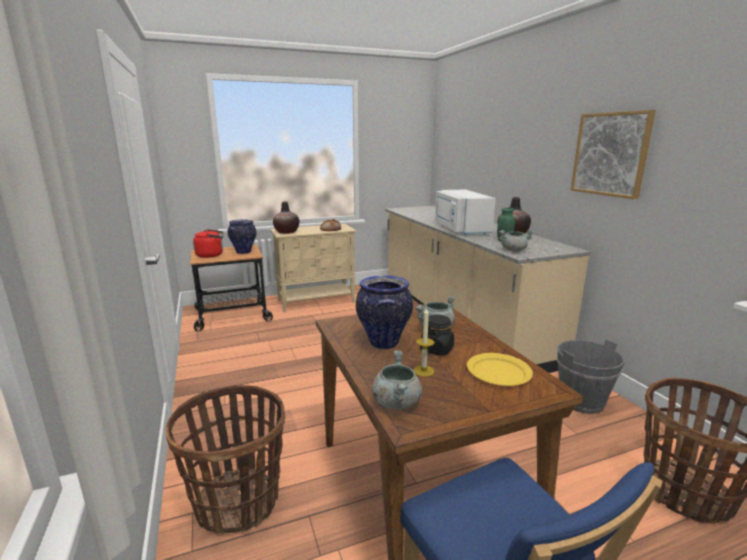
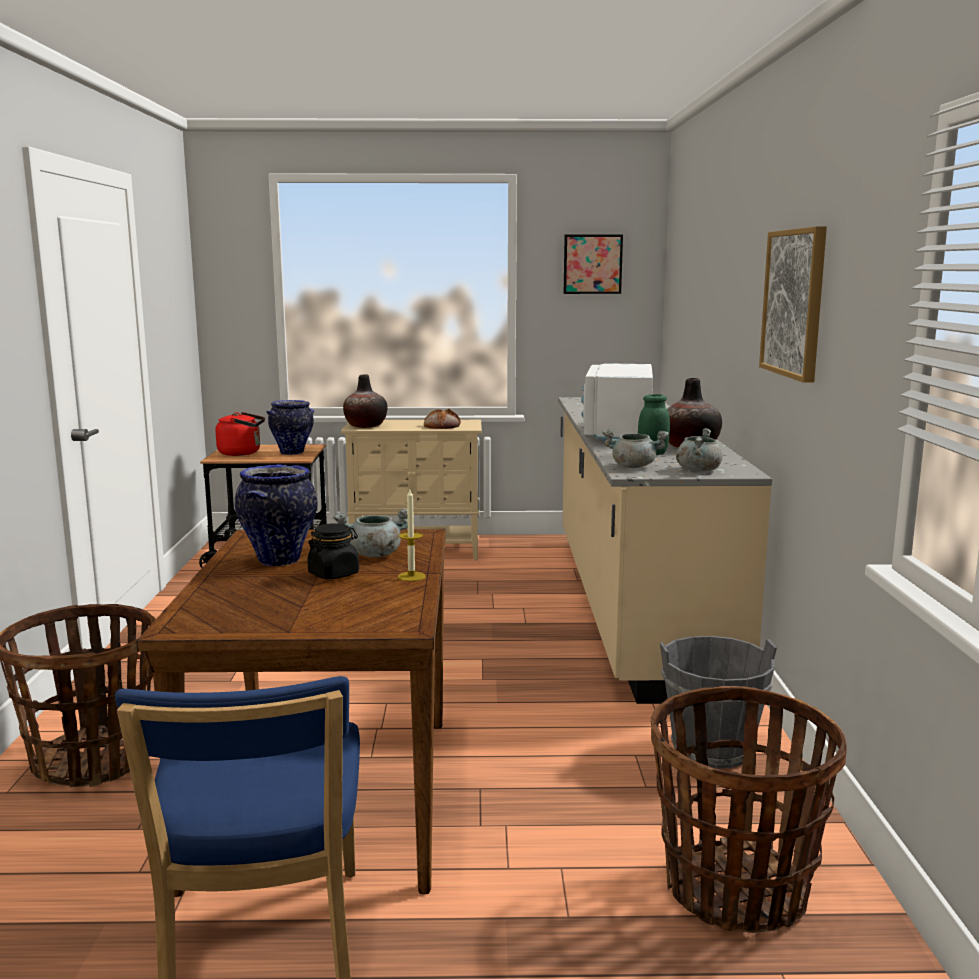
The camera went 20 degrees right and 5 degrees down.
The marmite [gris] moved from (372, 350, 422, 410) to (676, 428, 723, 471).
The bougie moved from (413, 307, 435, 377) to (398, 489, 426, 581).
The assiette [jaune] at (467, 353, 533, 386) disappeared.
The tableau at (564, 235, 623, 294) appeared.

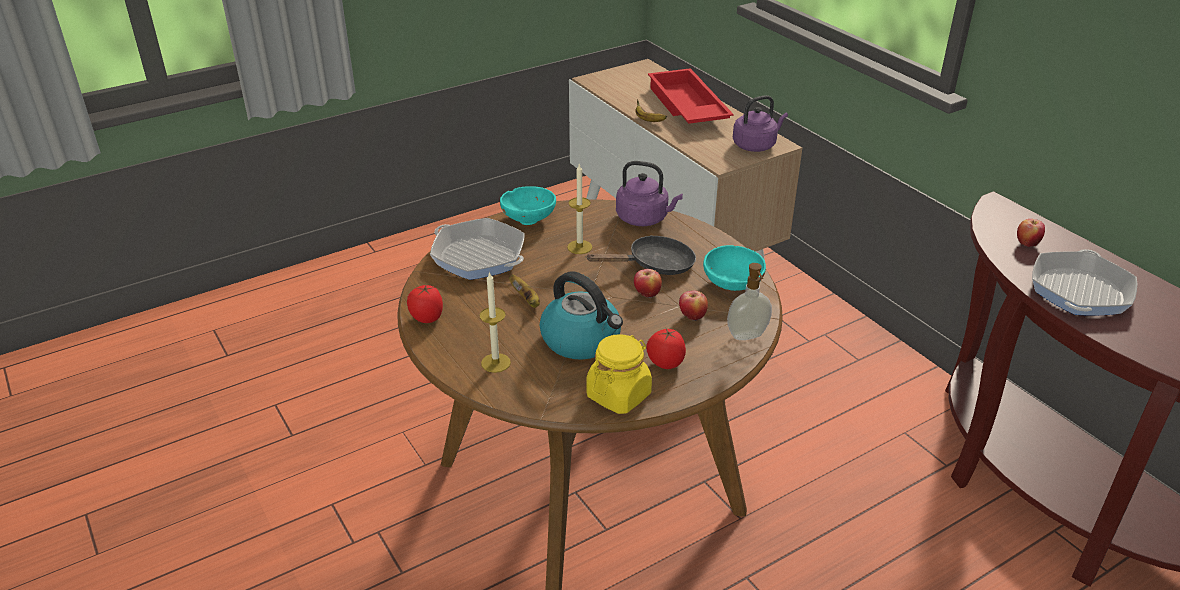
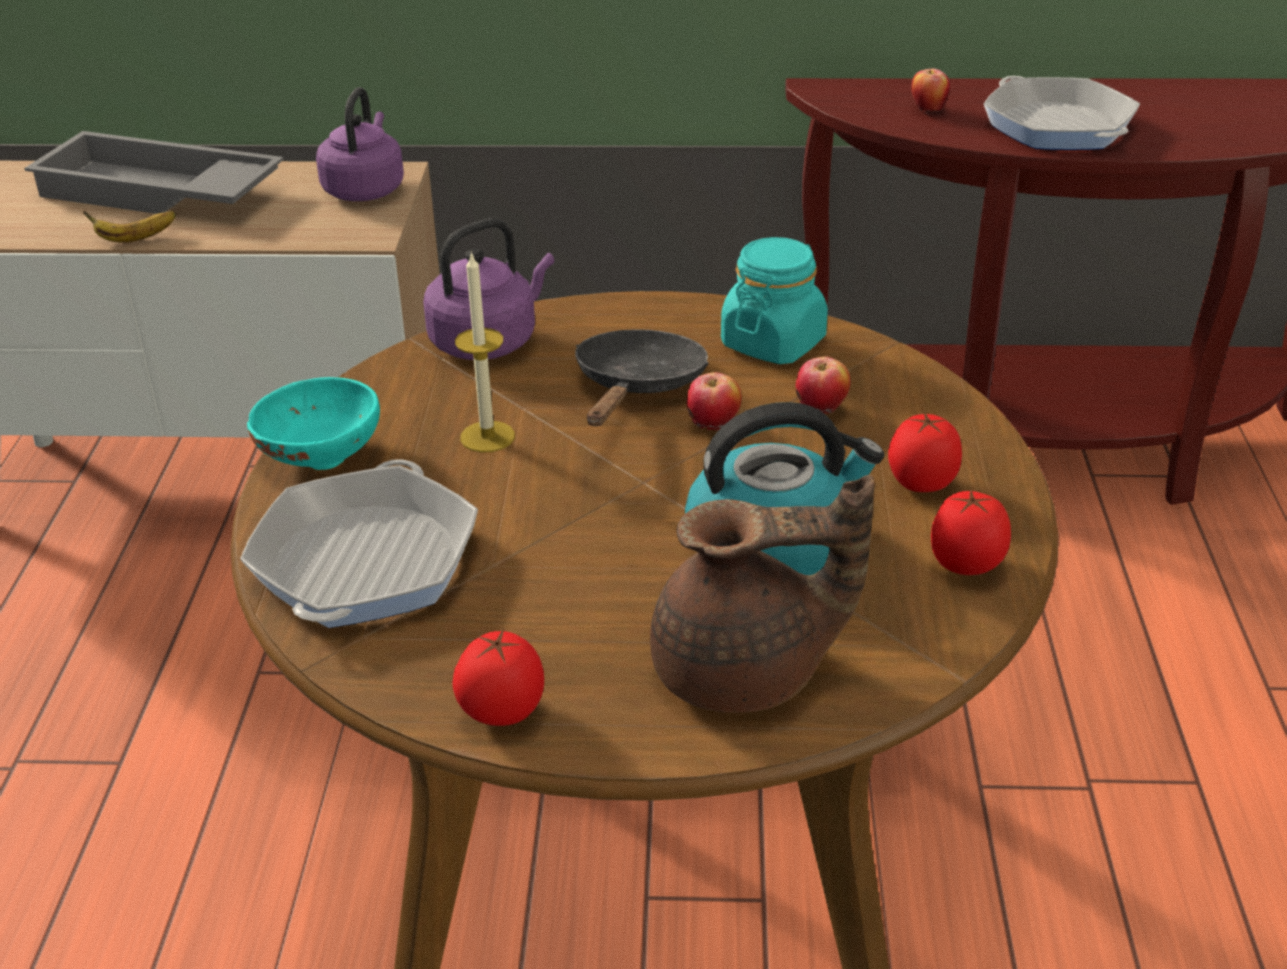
The camera went 55 degrees left and 0 degrees up.
The poêle at (430, 218, 525, 280) turned 60 degrees counterclockwise.
The bougie at (480, 271, 511, 373) was replaced by the théière [marron] at (650, 474, 874, 713).
The banane at (509, 275, 540, 308) disappeared.
The bocal [jaune] at (587, 334, 652, 414) was replaced by the tomate at (931, 489, 1011, 575).
The plateau [rouge] at (648, 68, 734, 124) became the plateau [gris] at (24, 131, 284, 214).
The bol [turquoise] at (703, 245, 766, 291) was replaced by the bocal [turquoise] at (721, 237, 828, 364).
The distributeur de savon at (727, 263, 772, 340) disappeared.

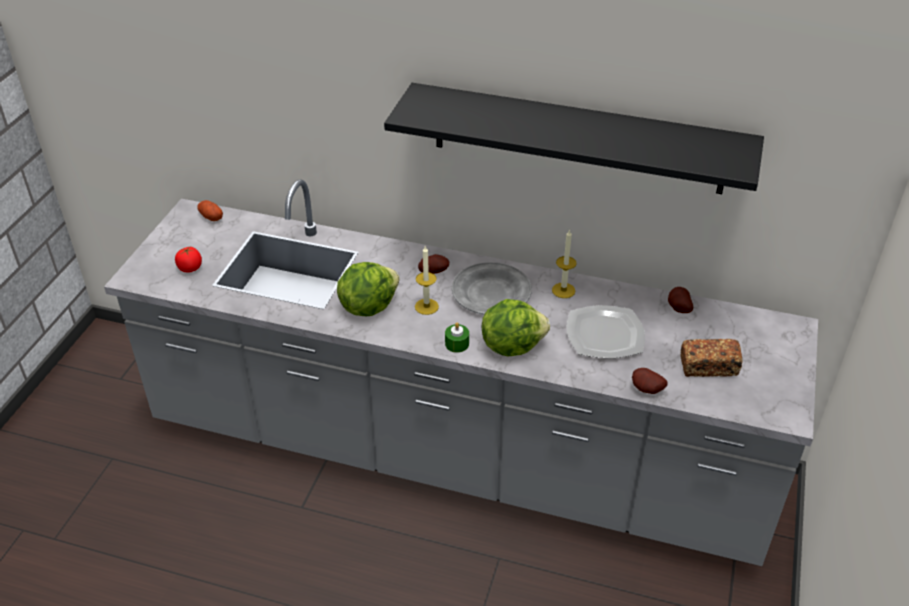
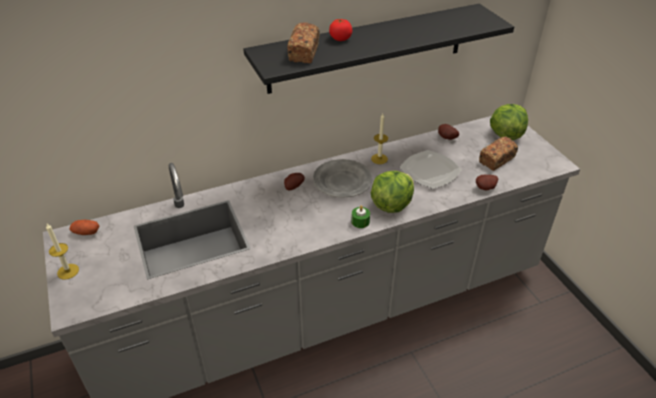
The camera went 40 degrees left and 0 degrees up.
The tomate moved from (175, 247, 202, 273) to (329, 19, 352, 41).
The laitue moved from (337, 262, 400, 316) to (490, 104, 528, 140).
The bougie moved from (415, 246, 439, 315) to (46, 224, 79, 280).
The pain at (287, 22, 320, 63) appeared.

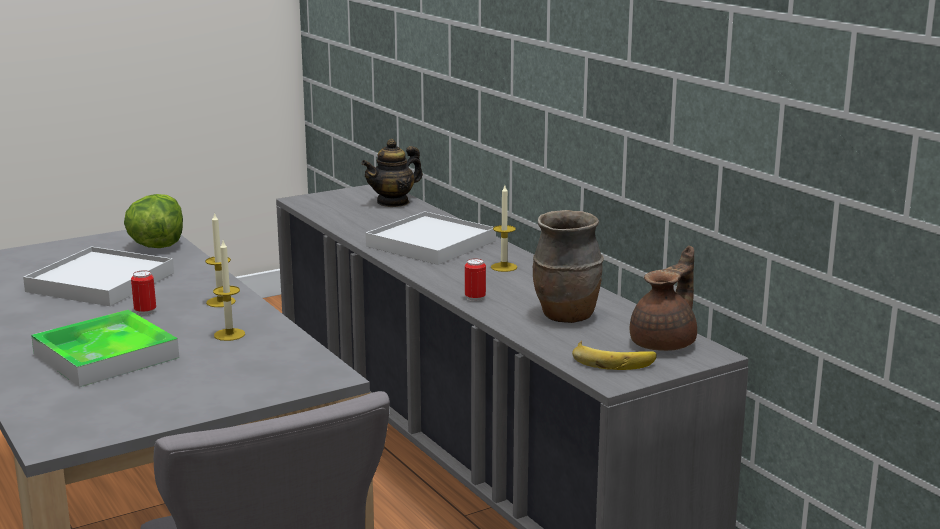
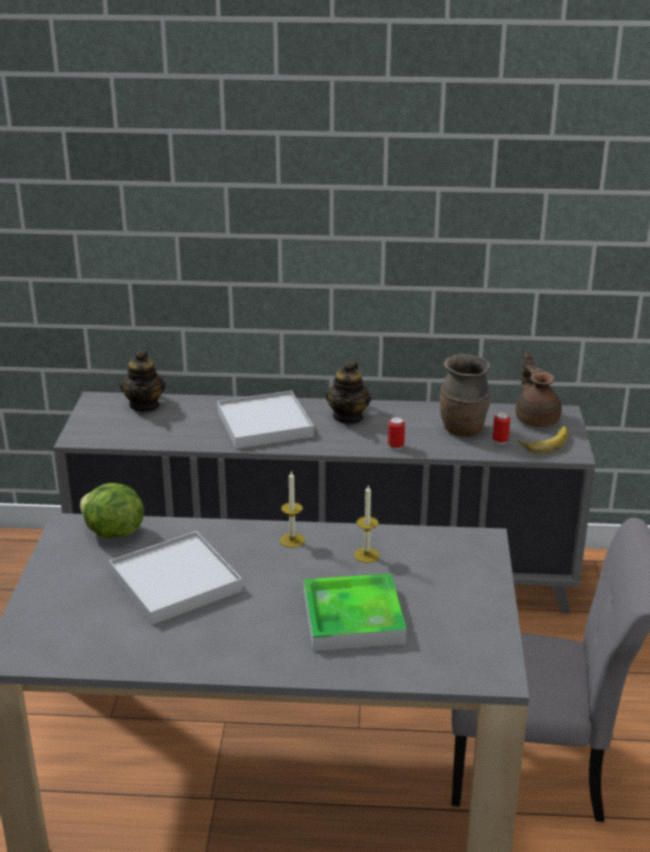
The camera went 55 degrees left and 10 degrees up.
The boîte métallique moved from (131, 270, 156, 315) to (492, 412, 510, 445).
The bougie at (491, 186, 517, 272) was replaced by the théière at (325, 361, 371, 424).

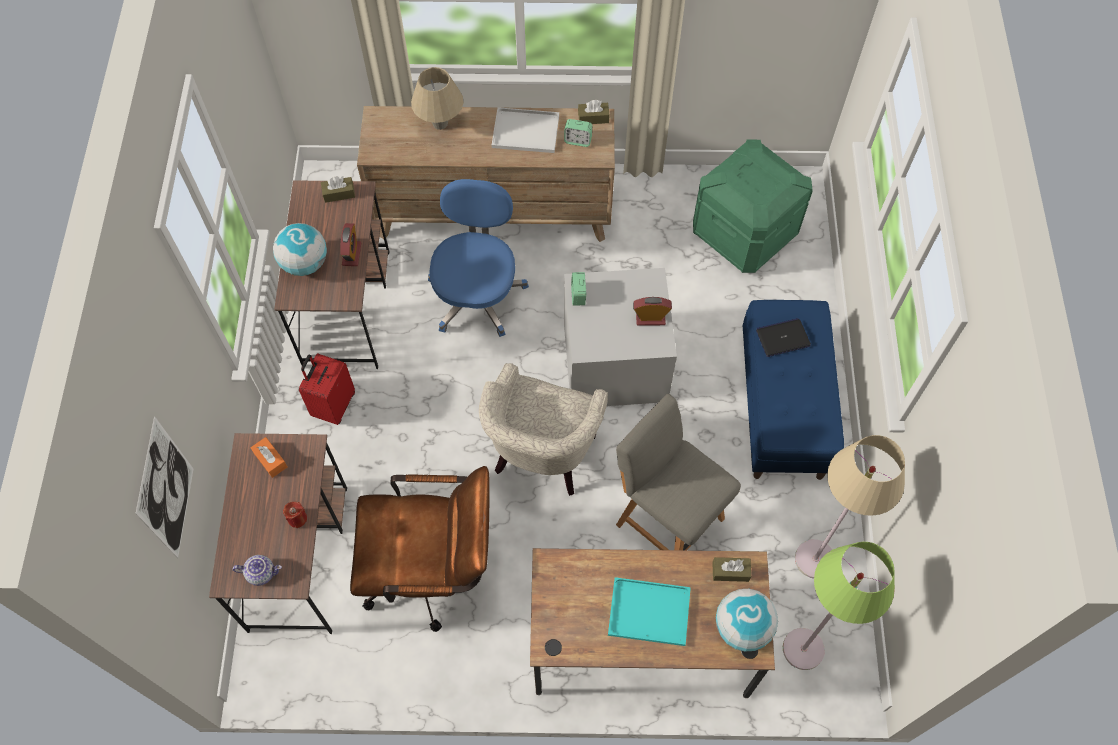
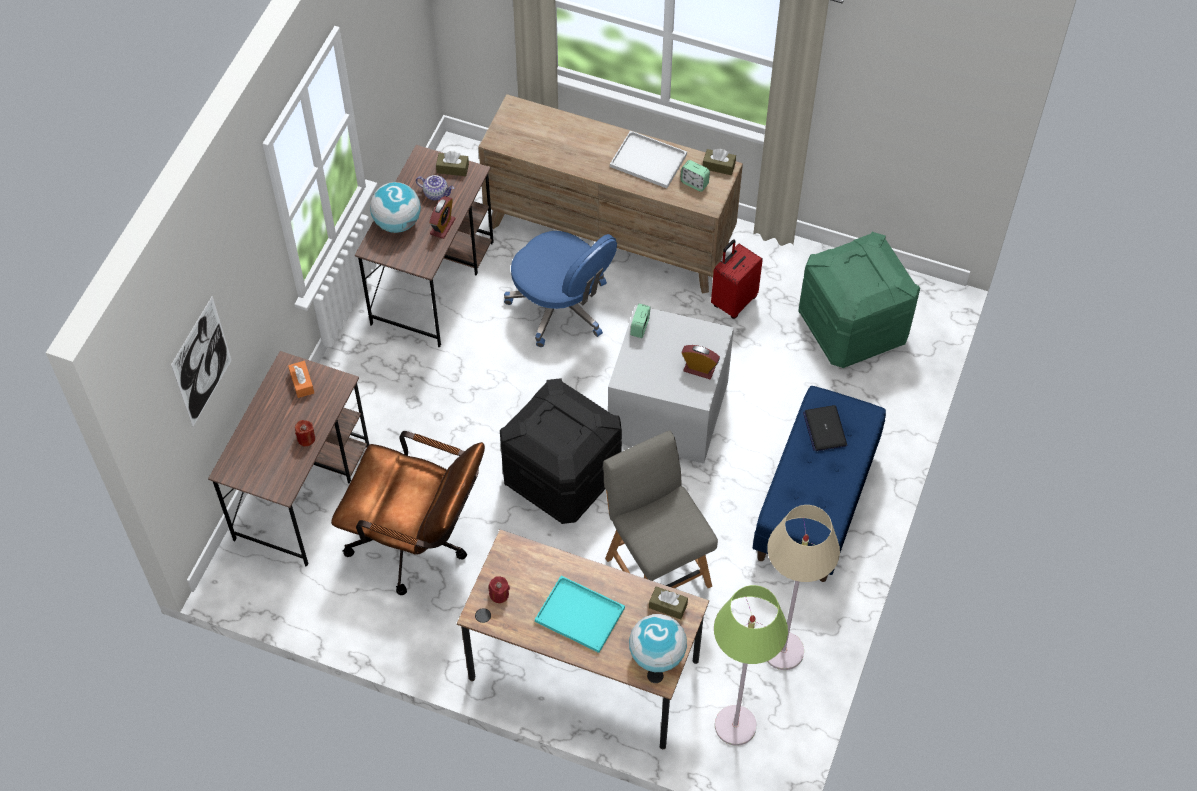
The camera went 20 degrees right and 5 degrees down.
The théière moved from (233, 555, 282, 586) to (416, 175, 454, 200).
The valise [rouge] moved from (299, 353, 355, 425) to (711, 239, 763, 319).
The lampe de table [beige] at (411, 67, 464, 130) disappeared.
The chaise de bureau [bleu] at (428, 179, 529, 337) turned 105 degrees clockwise.
The fauteuil [beige] at (479, 363, 608, 496) was replaced by the boîte de rangement [noir] at (500, 378, 622, 524).
The ordinateur portable at (756, 318, 811, 357) turned 105 degrees counterclockwise.
The bougie [rouge] at (489, 576, 510, 603) appeared.

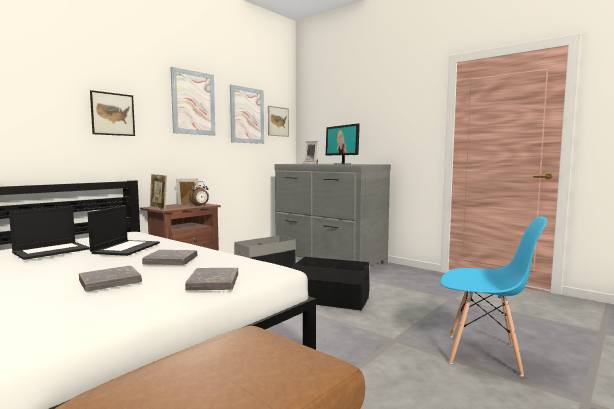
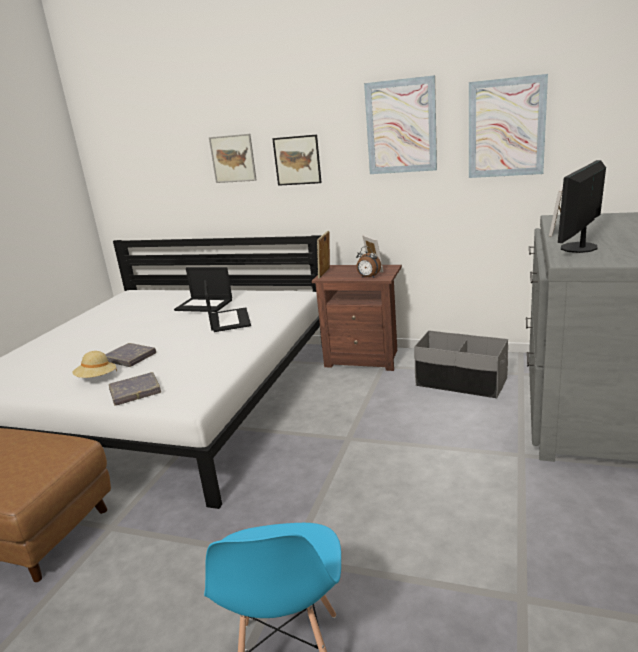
The camera went 70 degrees right and 15 degrees up.
The ordinateur portable at (88, 206, 160, 256) turned 90 degrees counterclockwise.
The livre [gris] at (142, 250, 197, 265) disappeared.
The tableau moved from (268, 106, 289, 137) to (209, 134, 257, 183).
The boîte de rangement [noir] at (292, 257, 369, 311) disappeared.
The chapeau [beige] at (72, 351, 117, 378) appeared.

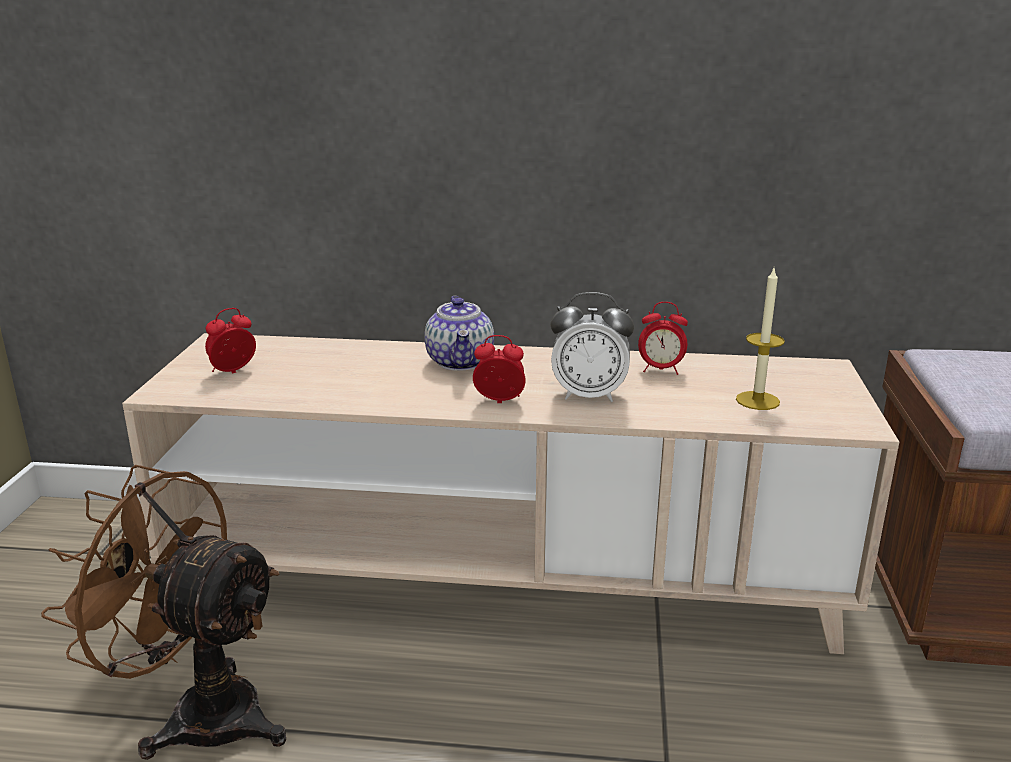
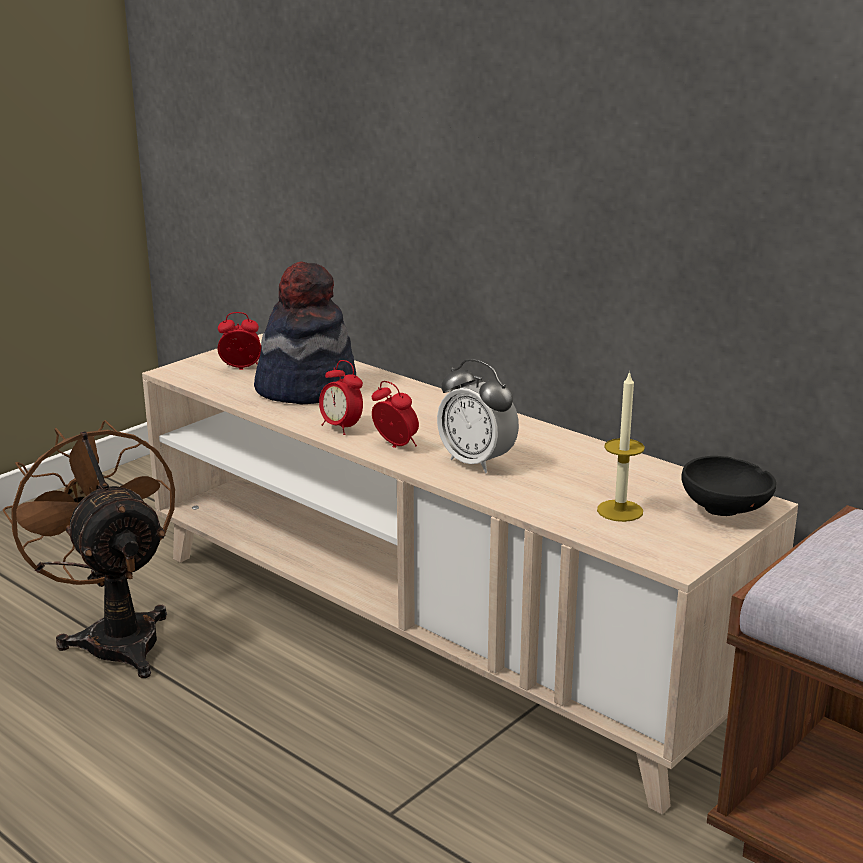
The camera went 35 degrees right and 0 degrees up.
The théière at (424, 296, 494, 371) disappeared.
The réveil moved from (638, 302, 688, 375) to (319, 360, 363, 435).
The chapeau at (254, 262, 356, 404) appeared.
The bol [noir] at (681, 456, 776, 516) appeared.

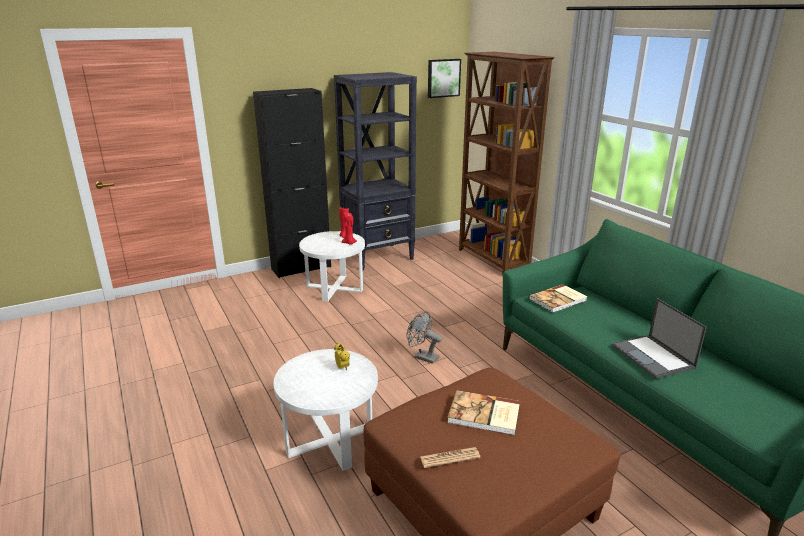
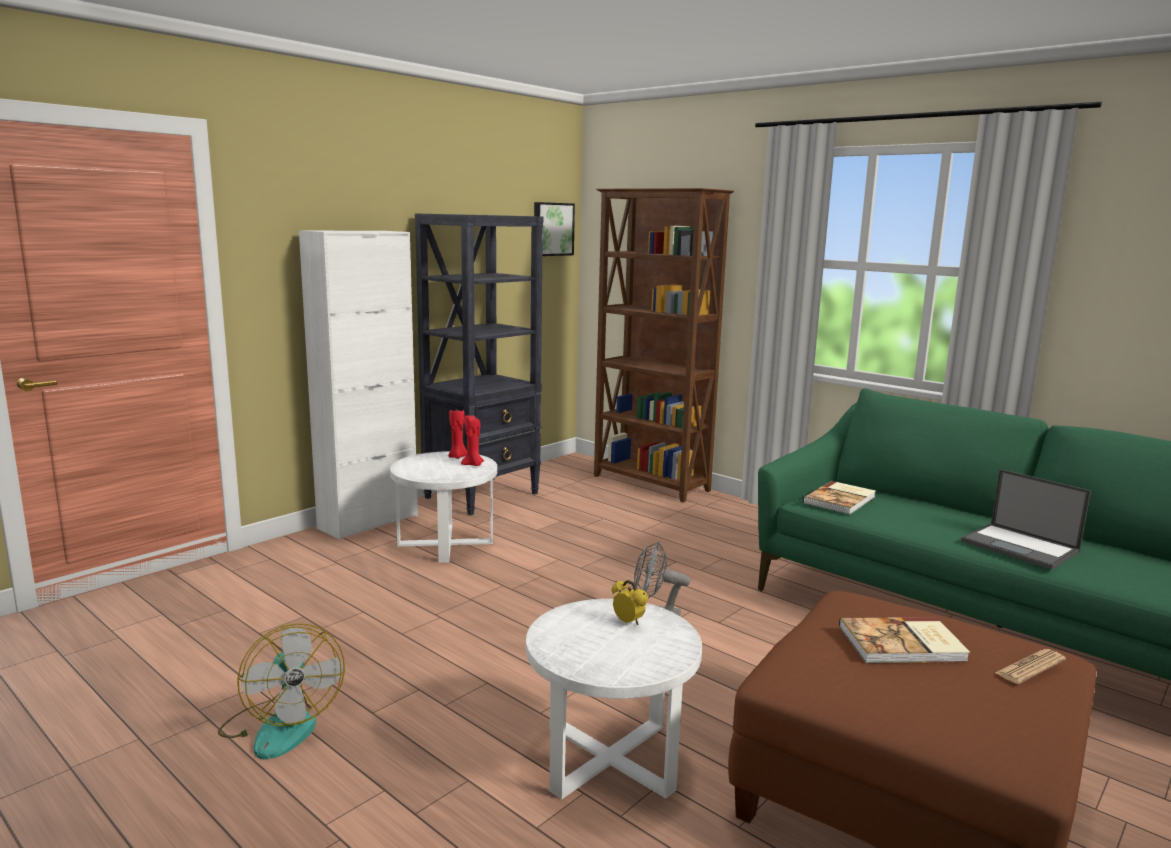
The camera went 20 degrees left and 10 degrees down.
The meuble de rangement [noir] at (253, 88, 331, 278) became the meuble de rangement [blanc] at (299, 230, 418, 540).
The journal moved from (420, 447, 481, 468) to (995, 649, 1066, 684).
The ventilateur at (218, 623, 345, 759) appeared.

